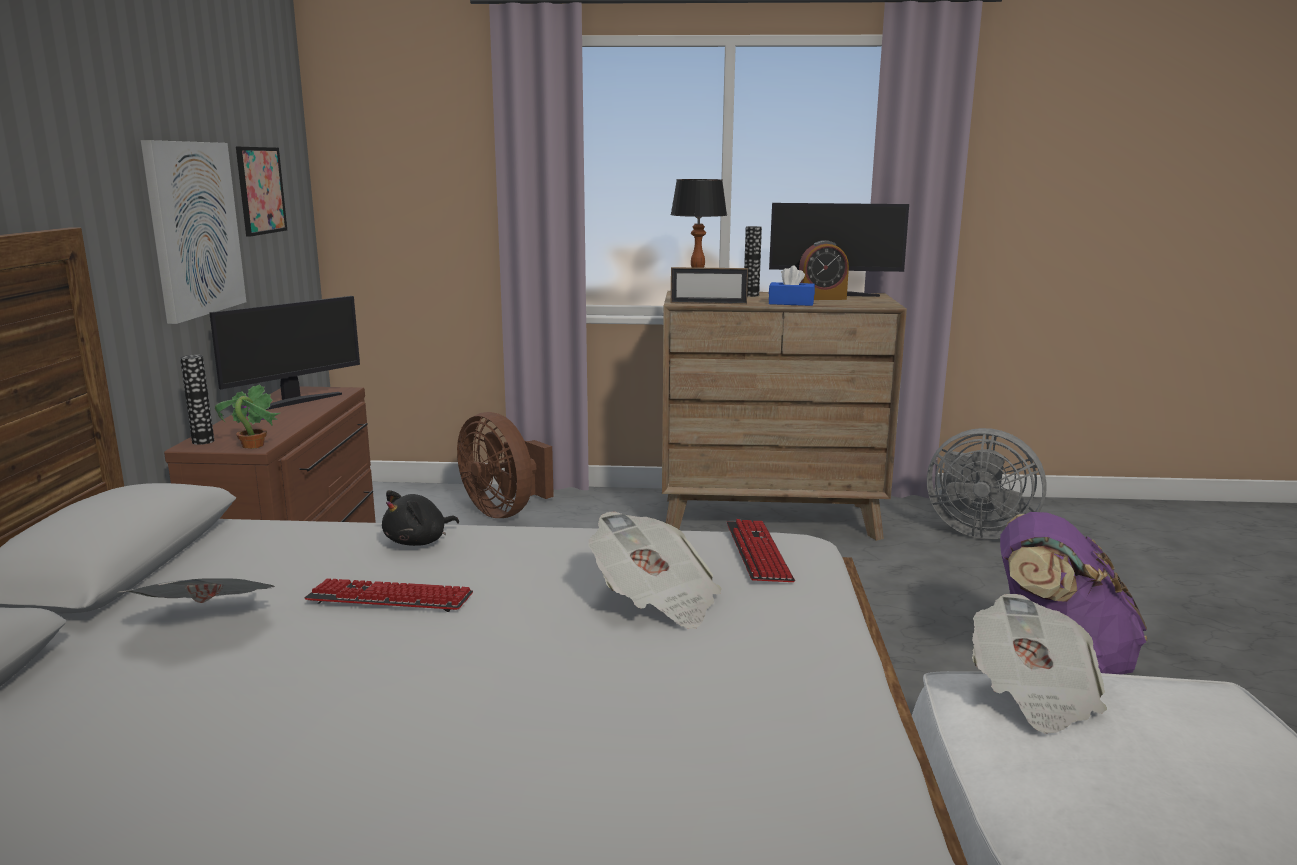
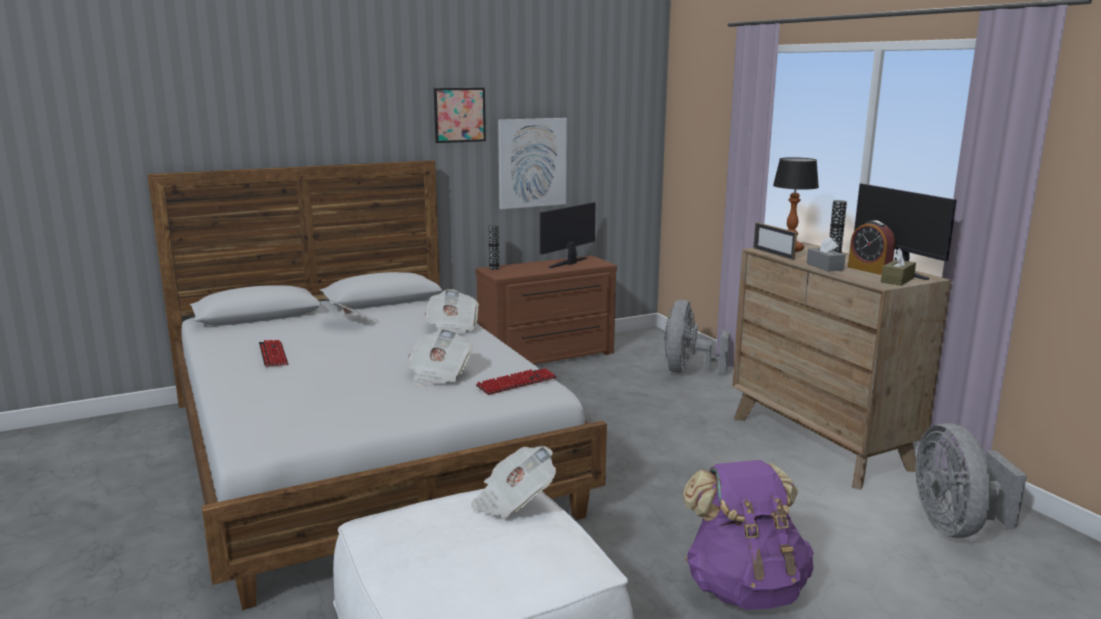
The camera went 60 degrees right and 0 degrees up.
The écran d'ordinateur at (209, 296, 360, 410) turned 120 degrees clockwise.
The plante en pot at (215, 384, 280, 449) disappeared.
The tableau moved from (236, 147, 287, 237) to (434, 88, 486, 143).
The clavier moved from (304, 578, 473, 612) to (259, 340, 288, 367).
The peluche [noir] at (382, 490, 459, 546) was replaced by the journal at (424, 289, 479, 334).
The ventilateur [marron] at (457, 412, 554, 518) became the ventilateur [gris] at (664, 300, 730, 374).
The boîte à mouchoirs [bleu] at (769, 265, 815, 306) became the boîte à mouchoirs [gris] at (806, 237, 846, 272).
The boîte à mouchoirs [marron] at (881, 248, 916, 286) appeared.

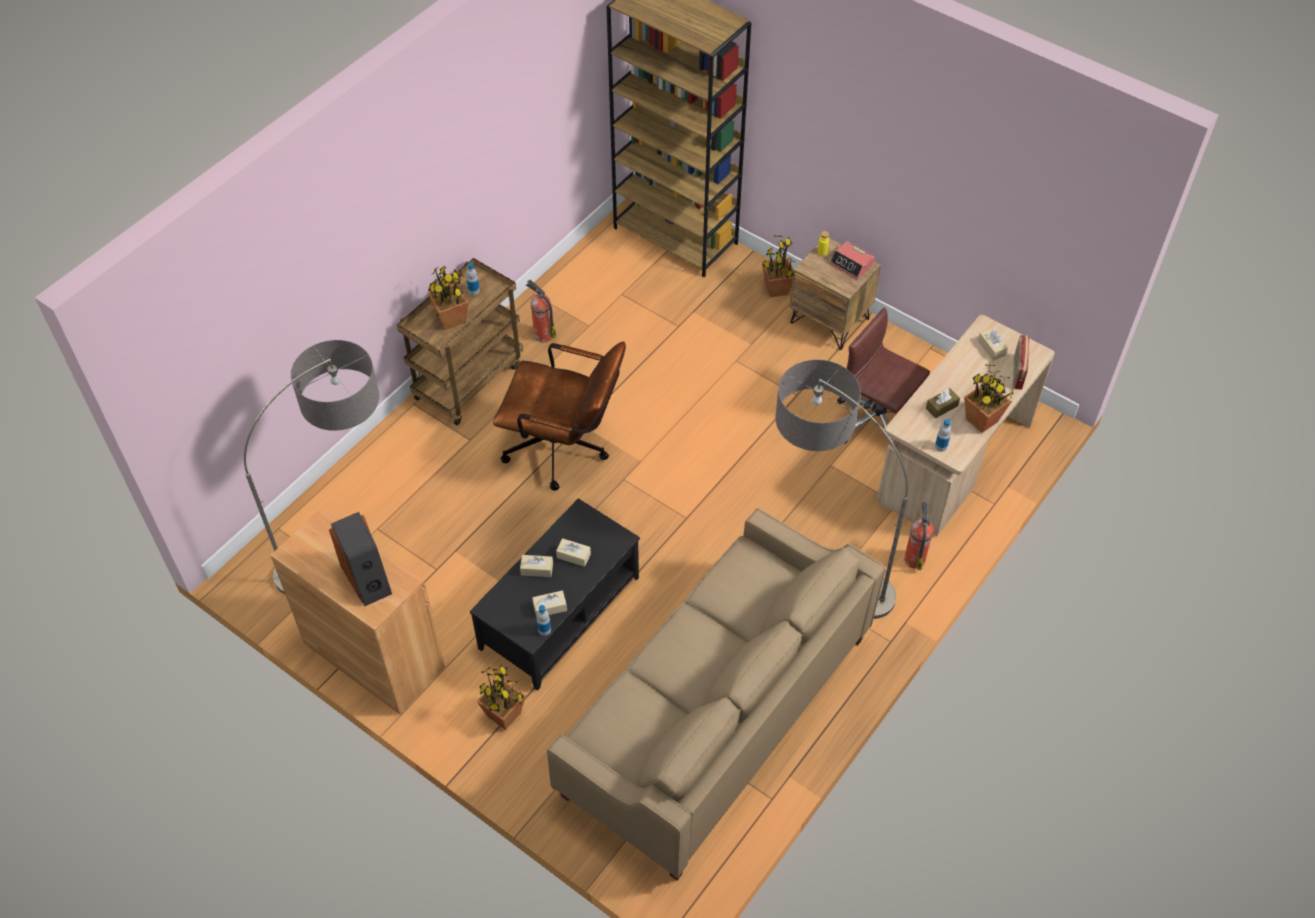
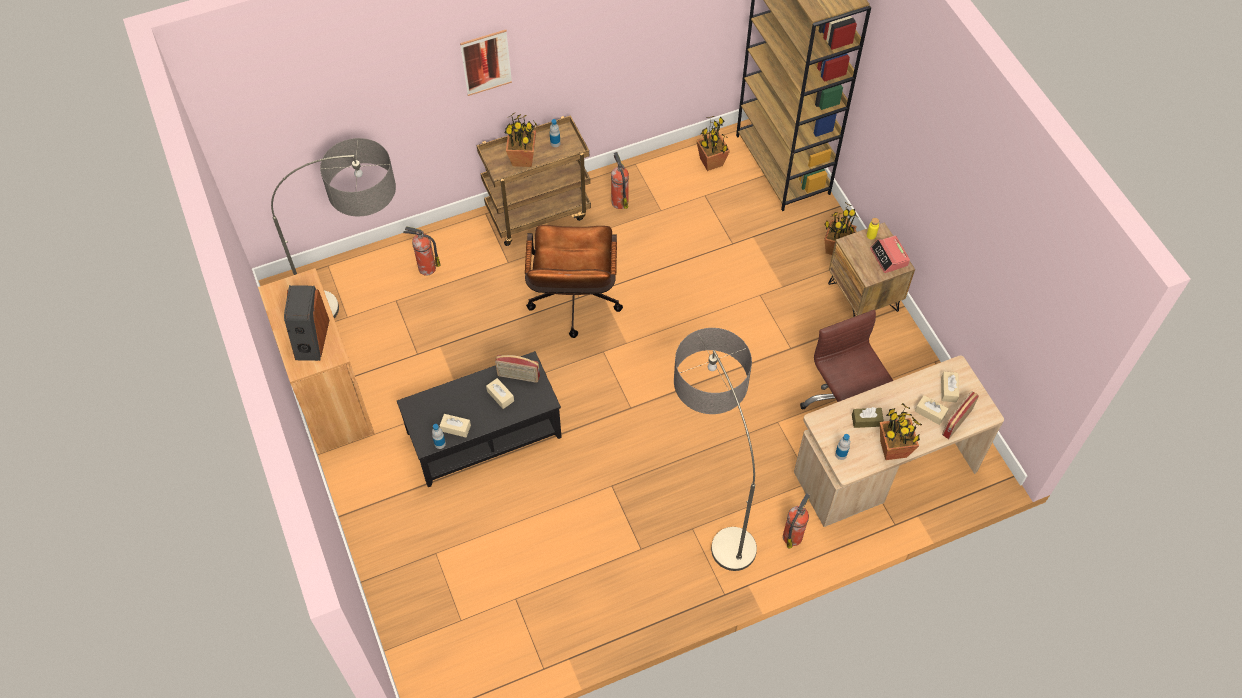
The camera went 30 degrees right and 5 degrees up.
The plante en pot moved from (477, 665, 526, 730) to (696, 116, 730, 171).
The chaise de bureau [marron] at (493, 342, 626, 491) turned 45 degrees clockwise.
The boîte à mouchoirs [beige] moved from (520, 555, 553, 577) to (915, 395, 949, 425).
The canapé [beige] at (547, 508, 886, 881) disappeared.
The extincteur at (403, 226, 441, 276) appeared.
The tableau at (460, 30, 512, 96) appeared.
The radio at (495, 355, 540, 383) appeared.

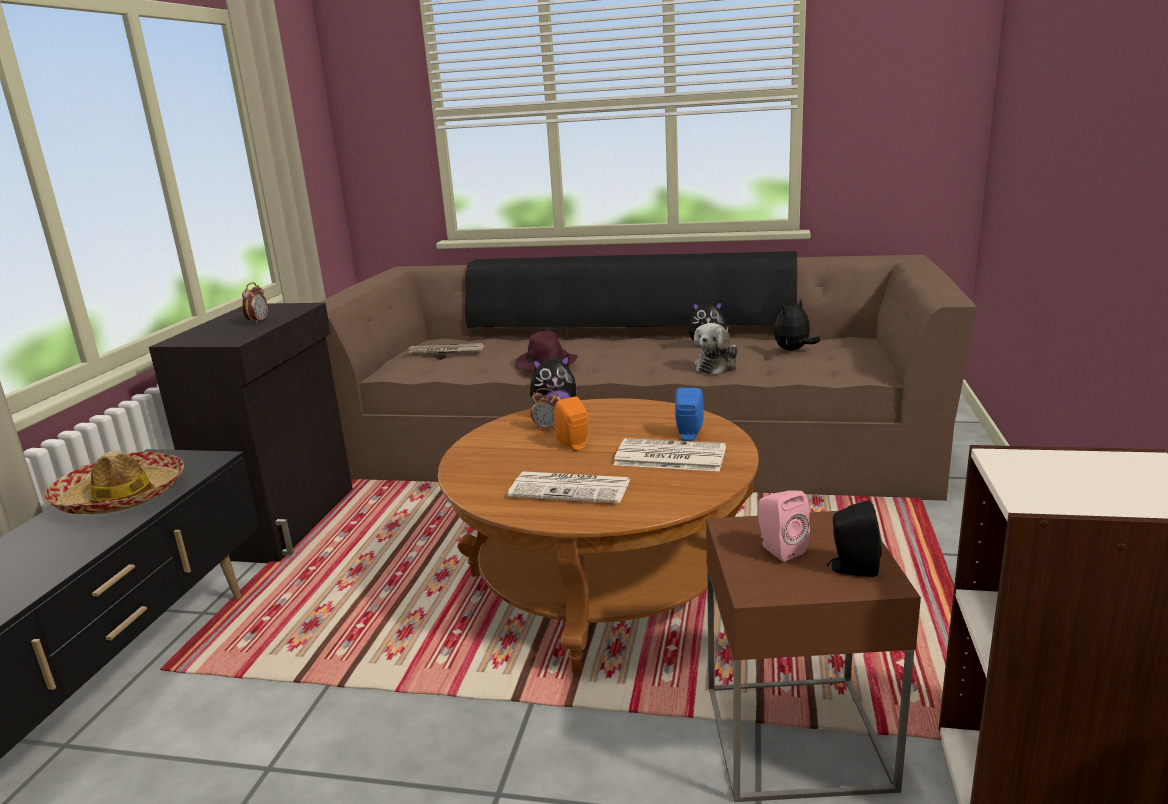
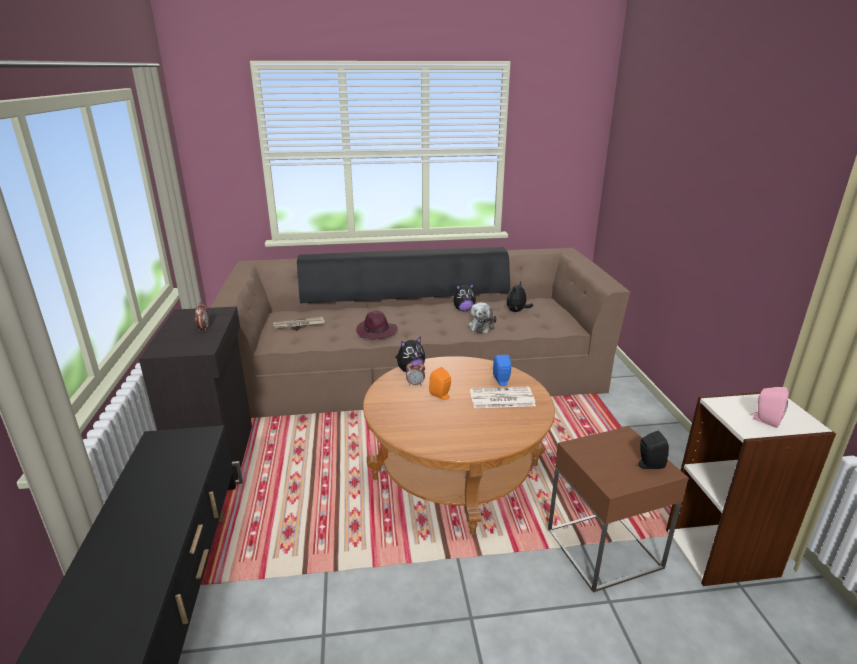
The camera went 20 degrees left and 5 degrees up.
The chapeau at (44, 451, 184, 514) disappeared.
The journal at (507, 471, 630, 504) disappeared.
The enceinte [rose] moved from (758, 490, 810, 562) to (751, 387, 788, 428).

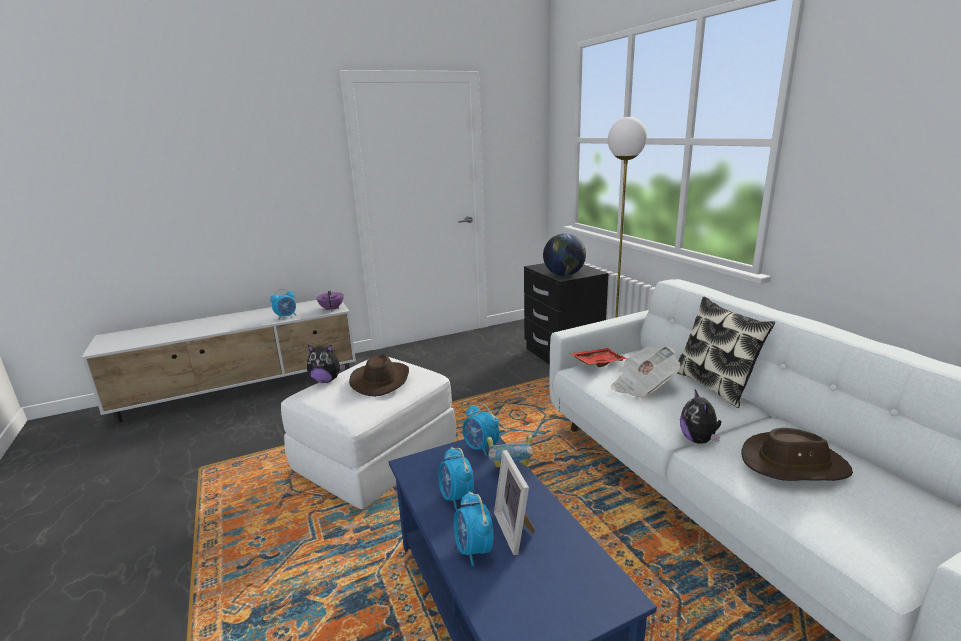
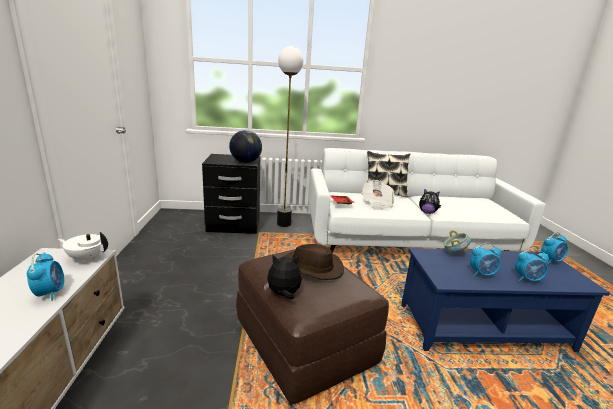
The camera went 70 degrees left and 0 degrees up.
The pouf [blanc] at (281, 357, 456, 509) became the pouf [marron] at (236, 249, 389, 405).
The peluche at (307, 345, 345, 383) turned 120 degrees counterclockwise.
The théière [violet] at (316, 291, 344, 310) became the théière [blanc] at (58, 232, 108, 263).
The réveil moved from (462, 403, 499, 456) to (541, 232, 568, 264).
The cadre photo at (494, 450, 535, 555) disappeared.
The chapeau [marron] at (741, 428, 853, 481) disappeared.

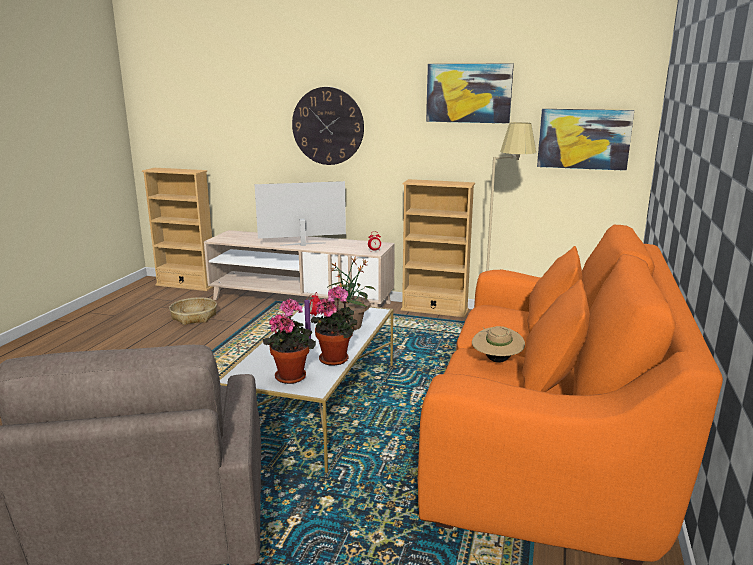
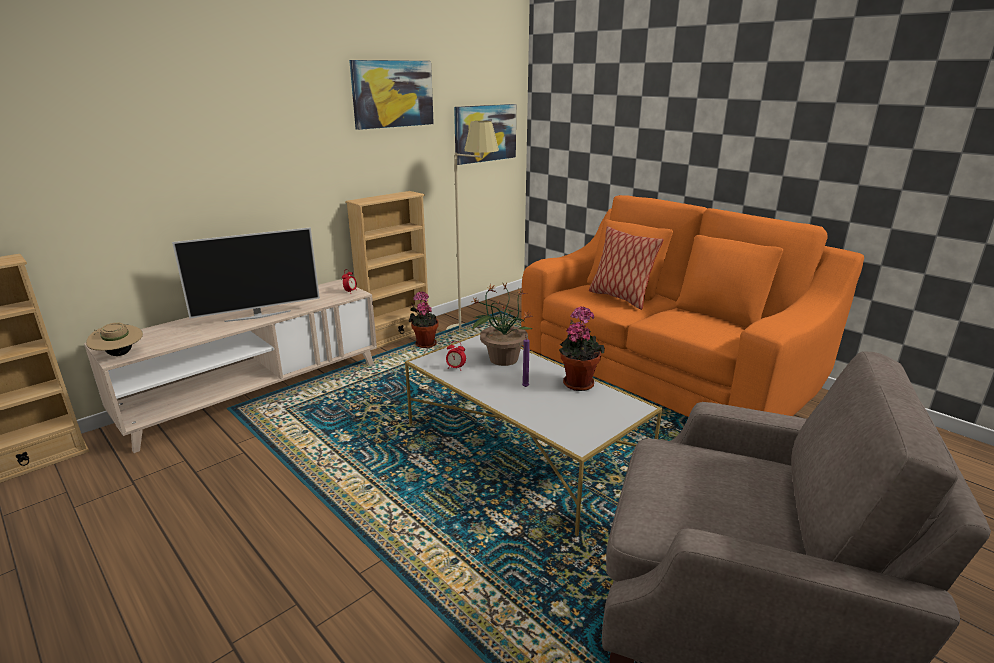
The camera went 60 degrees left and 5 degrees up.
The panier at (169, 297, 217, 325) disappeared.
The téléviseur at (255, 181, 346, 246) turned 135 degrees counterclockwise.
The plante en pot moved from (263, 299, 316, 384) to (409, 291, 439, 348).
The horloge murale at (292, 87, 364, 165) disappeared.
The chapeau [beige] moved from (472, 326, 525, 363) to (86, 322, 143, 356).
The coussin at (589, 226, 664, 310) appeared.

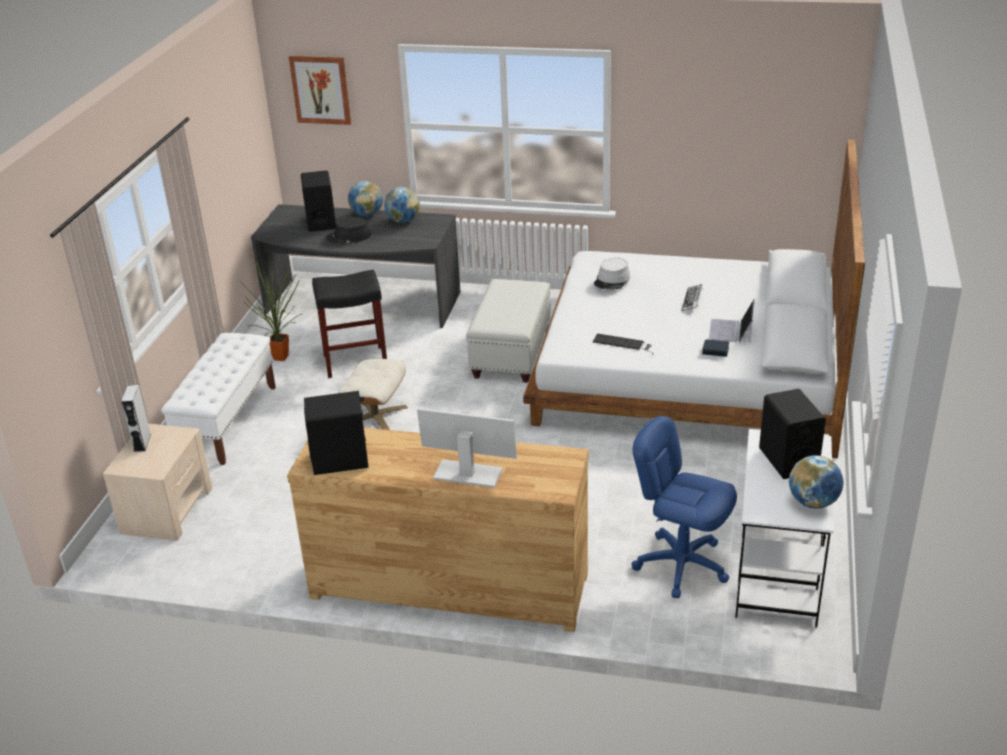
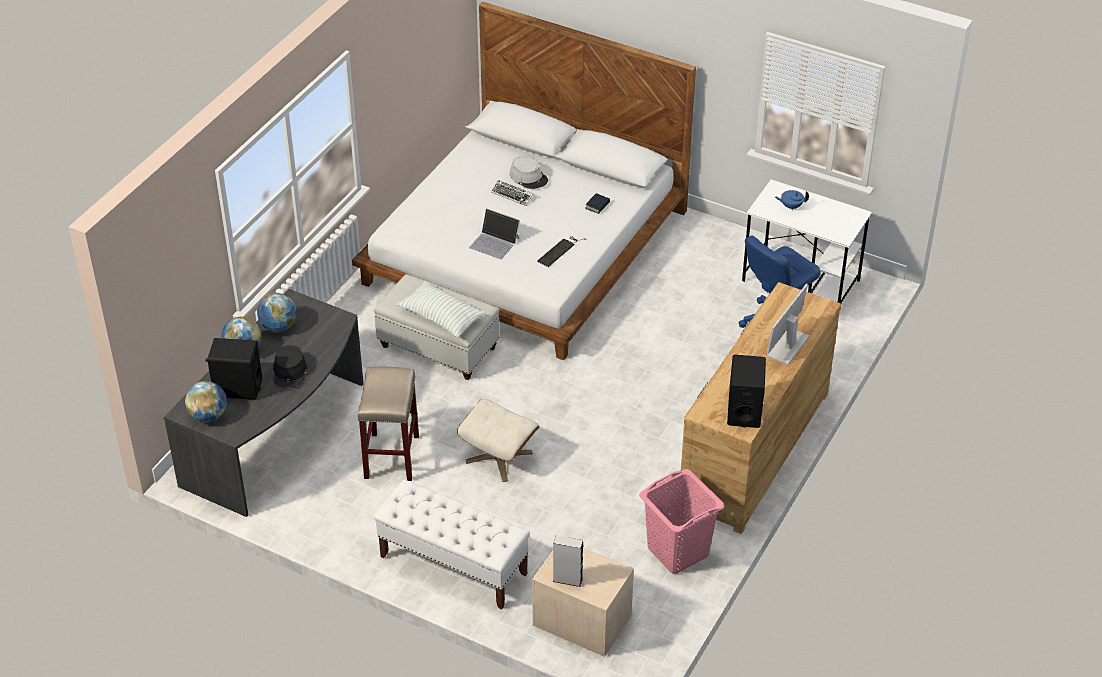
The camera went 75 degrees left and 10 degrees up.
The plante en pot at (239, 242, 302, 361) disappeared.
The tableau at (289, 56, 351, 125) disappeared.
The tabouret [noir] at (312, 270, 387, 378) became the tabouret [beige] at (358, 367, 419, 481).
The chapeau [gris] moved from (594, 258, 630, 290) to (510, 156, 548, 189).
The ordinateur portable moved from (709, 299, 755, 343) to (469, 208, 520, 259).
The enceinte [noir] at (759, 389, 826, 479) was replaced by the théière [bleu] at (775, 190, 809, 210).
The globe moved from (789, 455, 844, 509) to (185, 381, 227, 422).
The coussin at (397, 281, 486, 338) appeared.
The panier à linge [rose] at (639, 469, 724, 574) appeared.

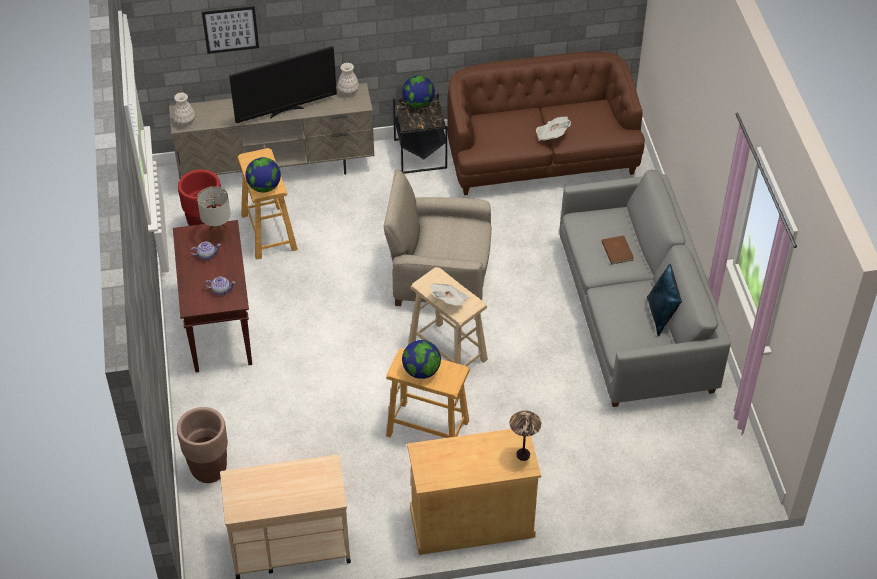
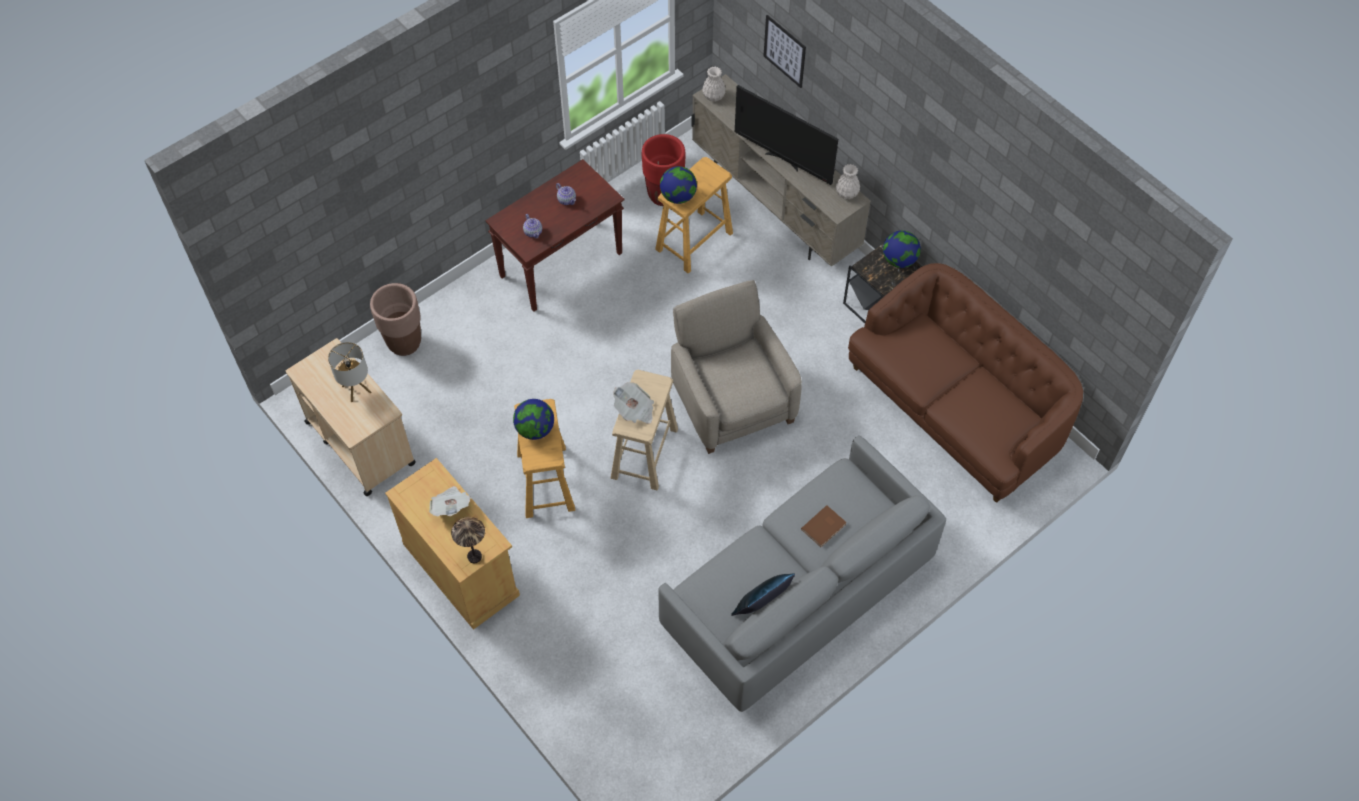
The camera went 60 degrees right and 10 degrees up.
The lampe de table moved from (197, 186, 231, 243) to (328, 342, 372, 402).
The journal moved from (536, 116, 571, 141) to (429, 486, 471, 516).

